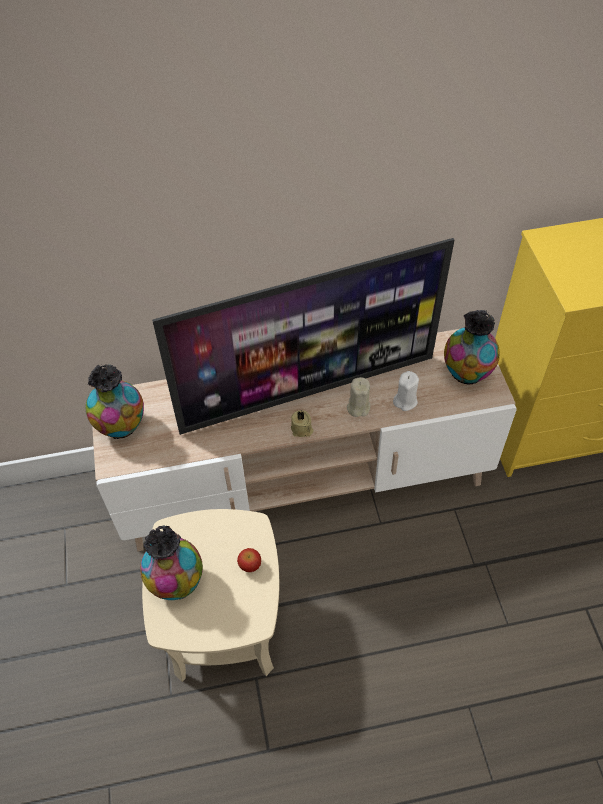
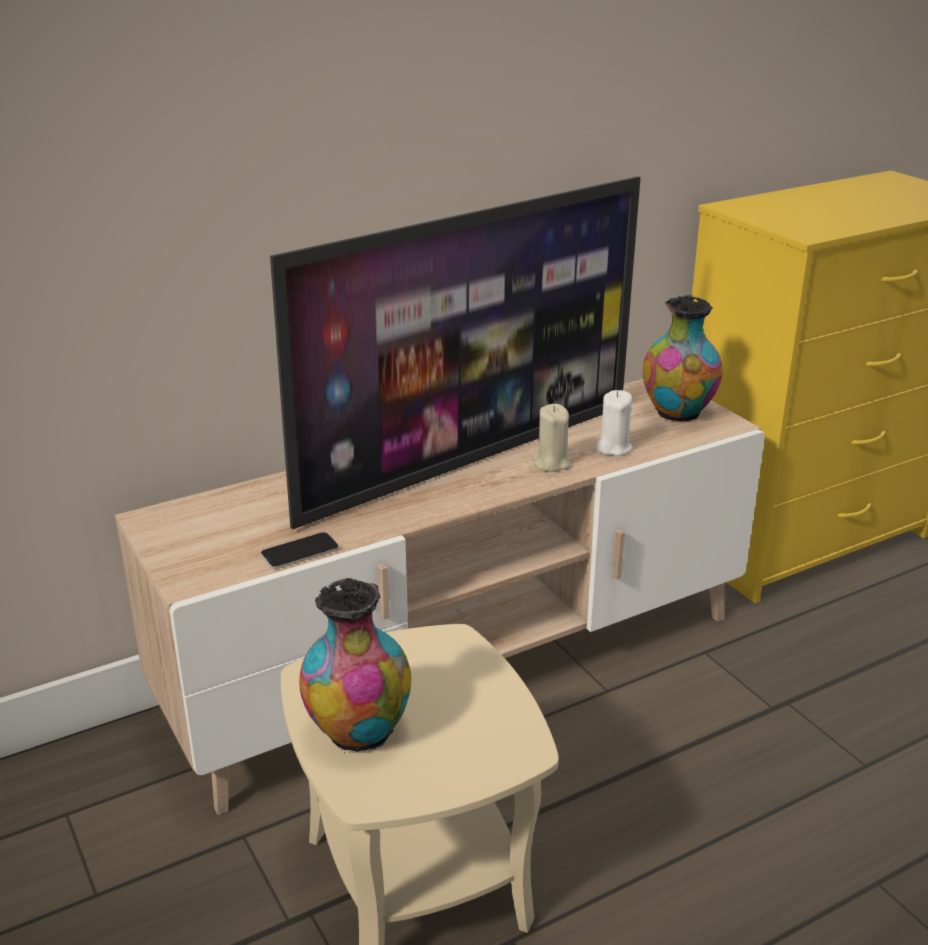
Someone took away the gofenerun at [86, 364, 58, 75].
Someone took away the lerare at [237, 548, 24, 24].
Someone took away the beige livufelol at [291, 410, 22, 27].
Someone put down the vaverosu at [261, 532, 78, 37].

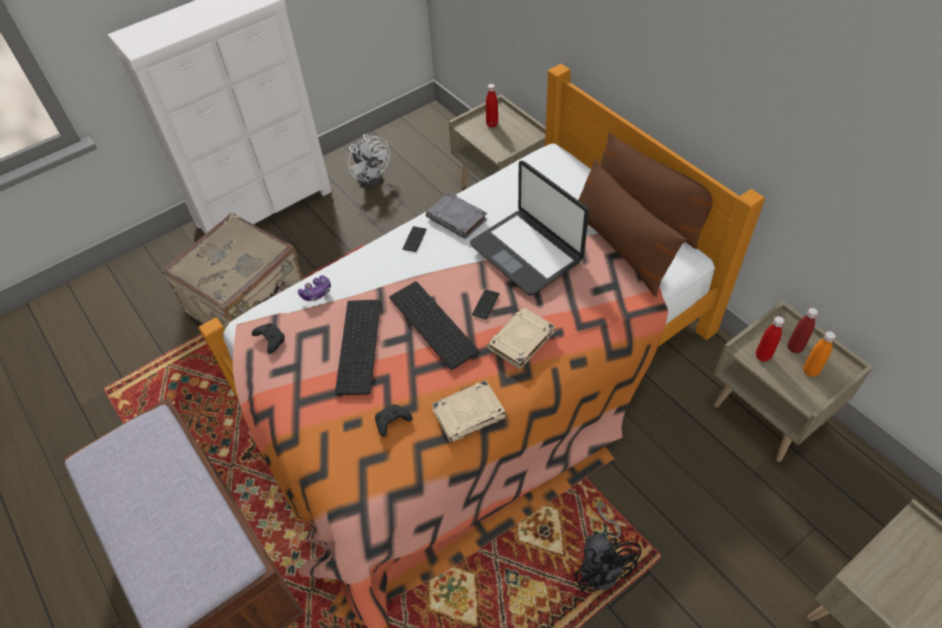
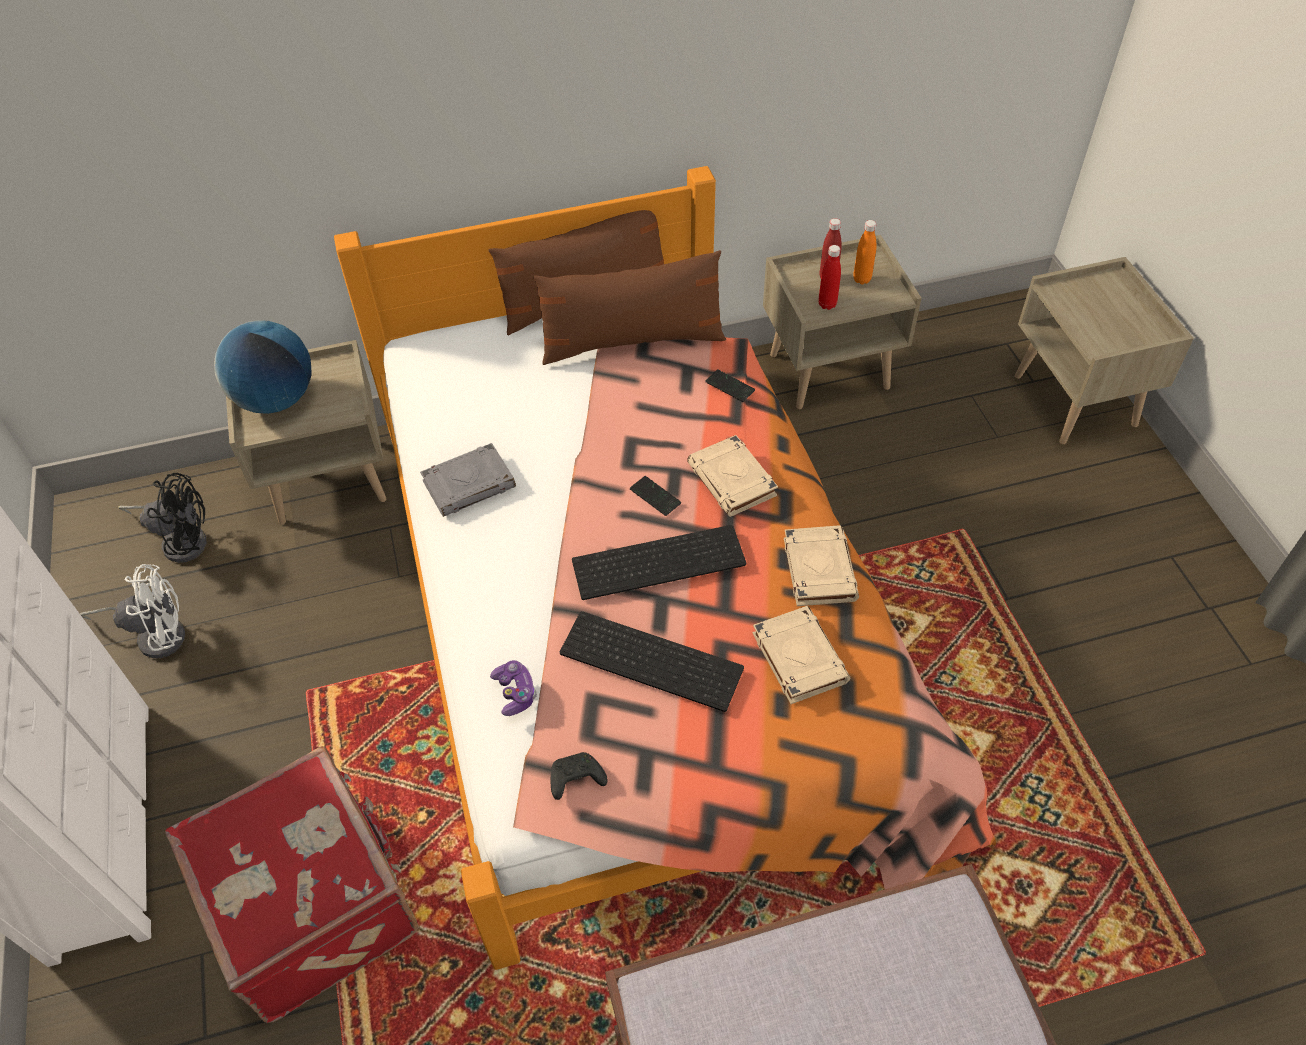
Someone took away the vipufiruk at [470, 161, 119, 135].
Someone carried the vaverosu from [403, 226, 24, 26] to [705, 369, 50, 33].
Someone carried the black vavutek from [574, 502, 67, 90] to [118, 473, 89, 90].
Someone swapped the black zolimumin at [375, 404, 38, 33] for the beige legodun at [753, 606, 97, 98].
Someone swapped the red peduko at [486, 84, 12, 43] for the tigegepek at [215, 320, 96, 94].
Someone repainted the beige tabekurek at [161, 212, 143, 117], which became the red tabekurek at [165, 746, 253, 277].

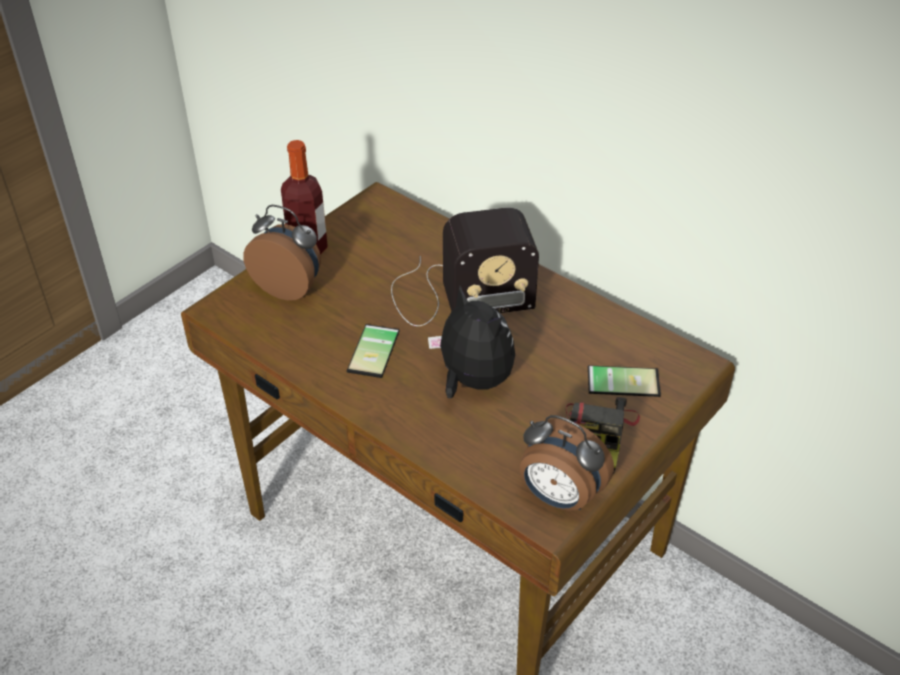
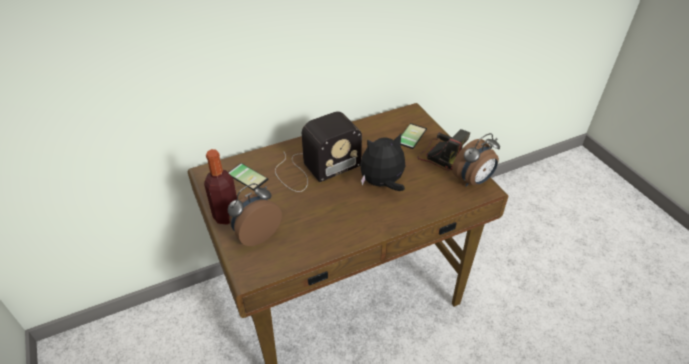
Someone carried the vaverosu from [347, 324, 53, 54] to [228, 163, 41, 28].
Someone rotated the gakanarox at [391, 208, 148, 118] by 45 degrees clockwise.

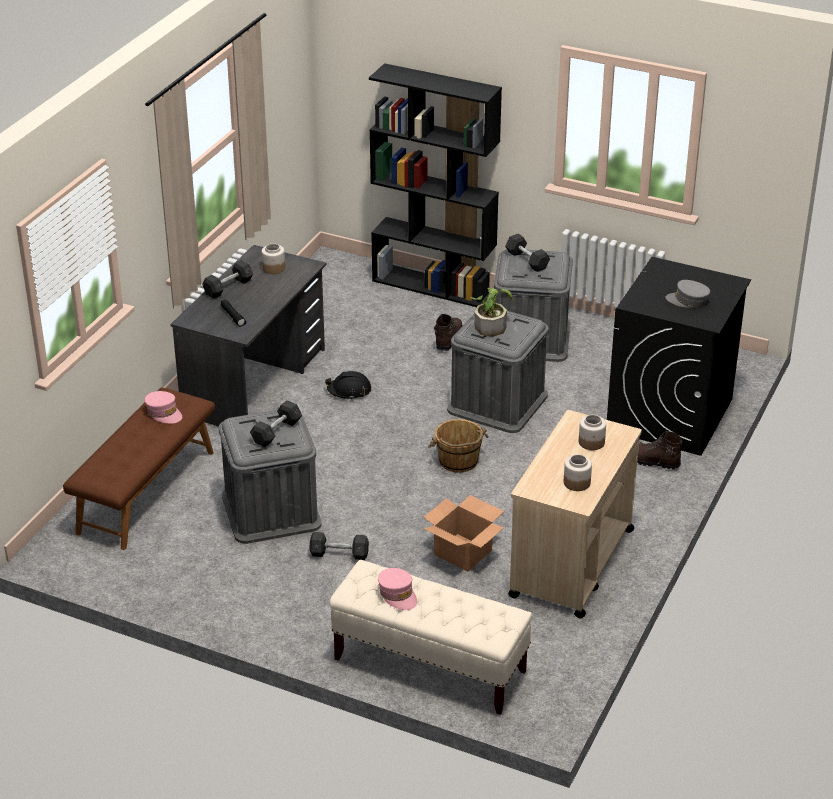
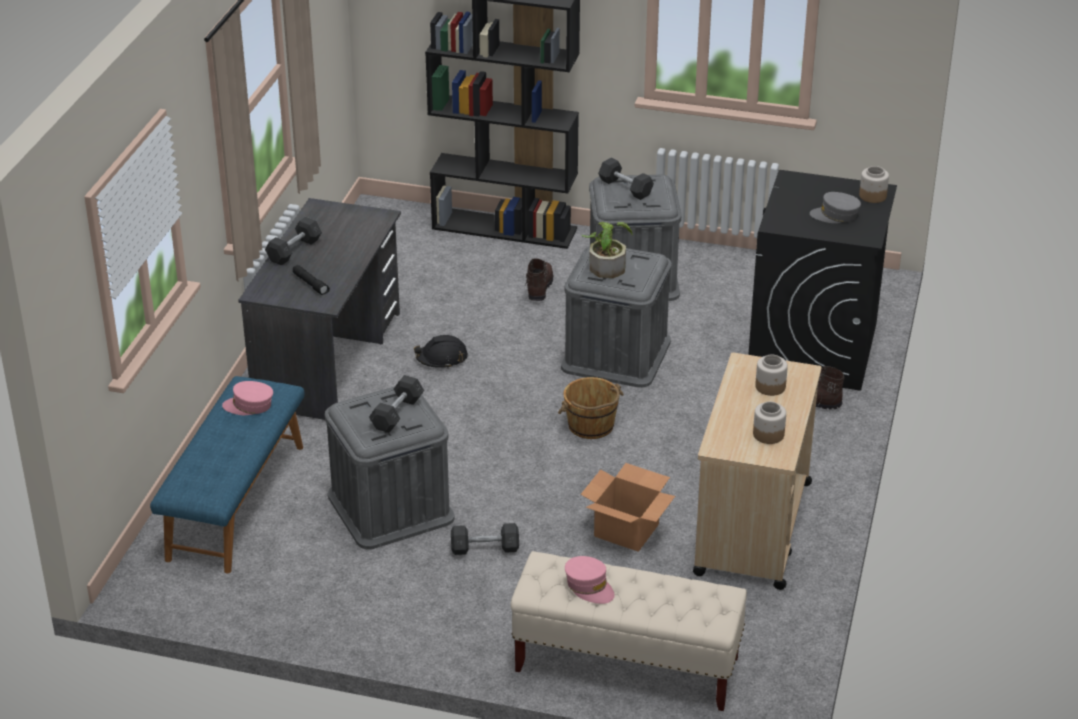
Someone carried the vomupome from [262, 243, 23, 31] to [859, 166, 30, 37].
Someone repainted the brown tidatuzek at [63, 388, 152, 162], which became the blue tidatuzek at [150, 376, 154, 197].
Someone rotated the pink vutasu at [145, 391, 37, 33] by 150 degrees clockwise.

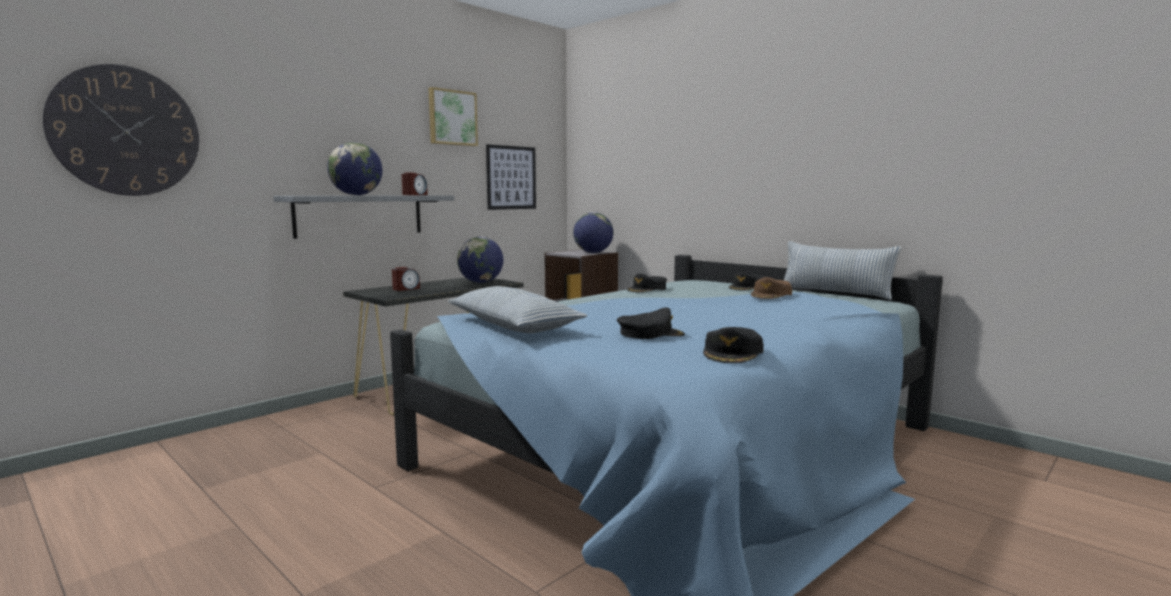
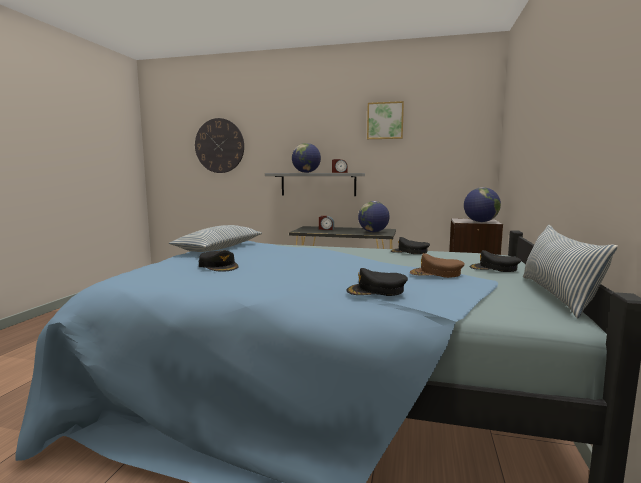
Someone took away the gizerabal at [486, 144, 50, 66].
Someone carried the black vutasu from [703, 327, 61, 36] to [346, 268, 62, 28].

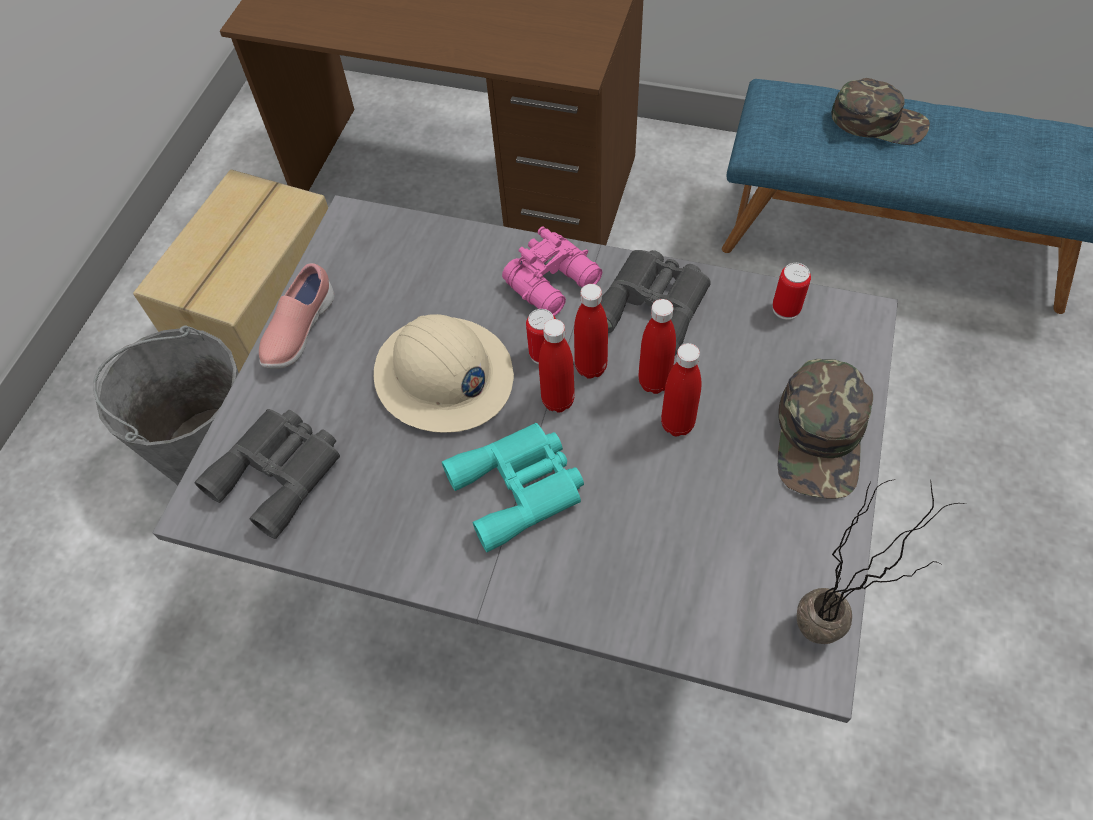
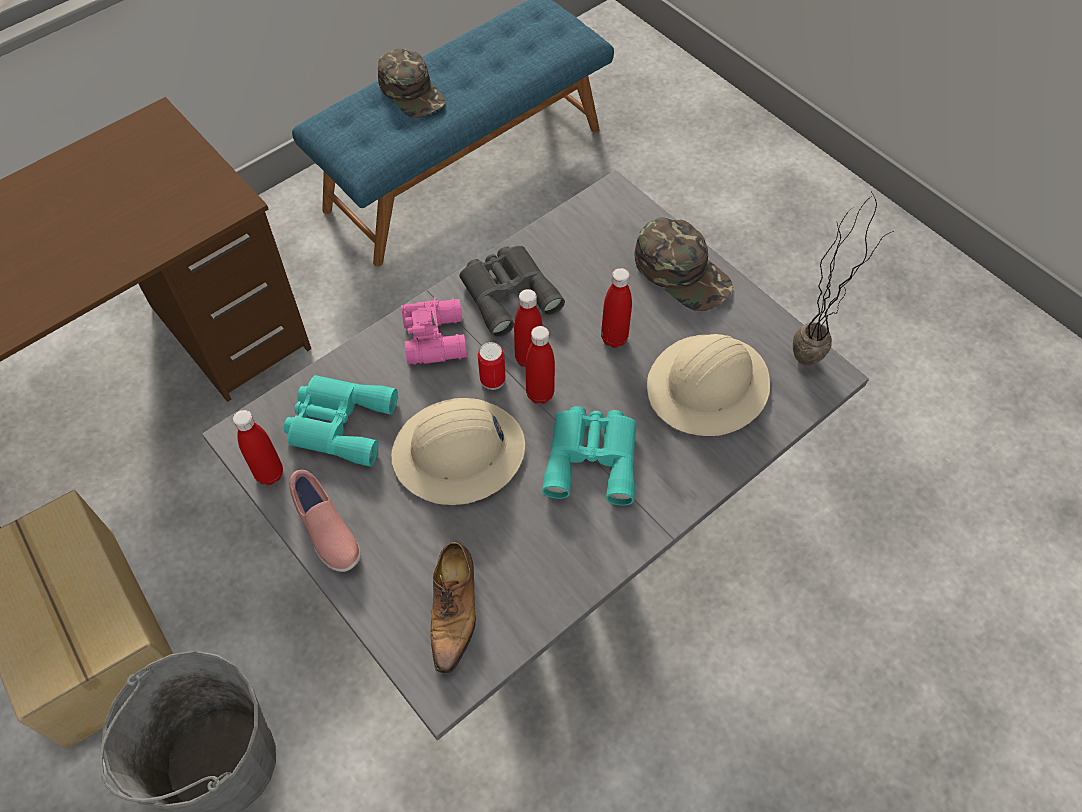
Someone took away the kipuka at [772, 263, 39, 57].
Someone put down the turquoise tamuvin at [284, 375, 114, 92].
Someone put down the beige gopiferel at [647, 334, 123, 102].
Someone carried the red peduko from [638, 299, 38, 95] to [233, 410, 50, 75].
Someone swapped the grey tamuvin at [194, 409, 146, 130] for the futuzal at [430, 541, 46, 133].
Someone rotated the green vutasu at [831, 78, 99, 67] by 90 degrees clockwise.

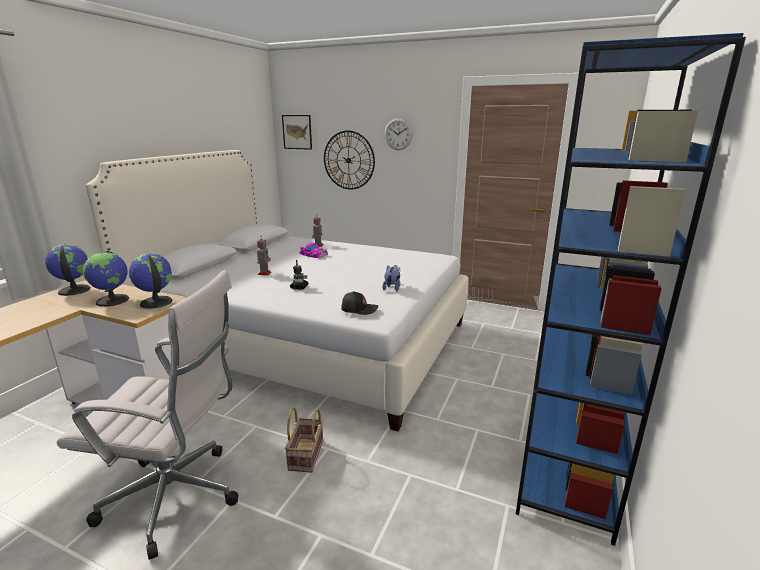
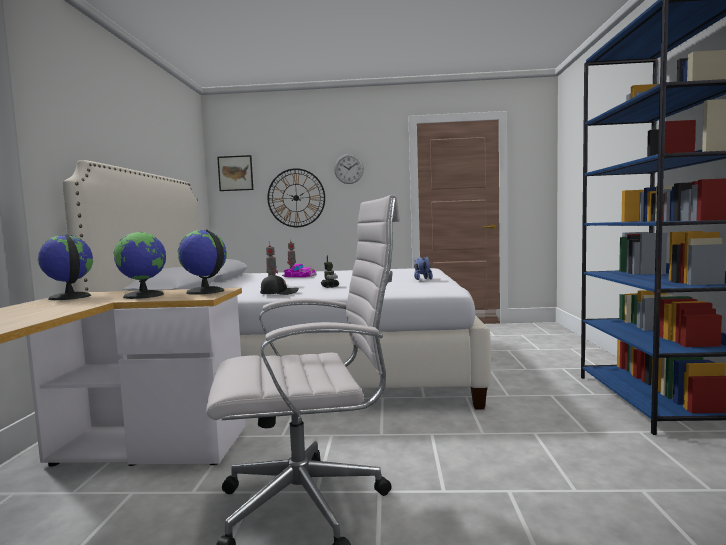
Someone took away the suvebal at [285, 407, 38, 66].
Someone carried the black vutasu from [341, 291, 37, 24] to [260, 274, 39, 21].

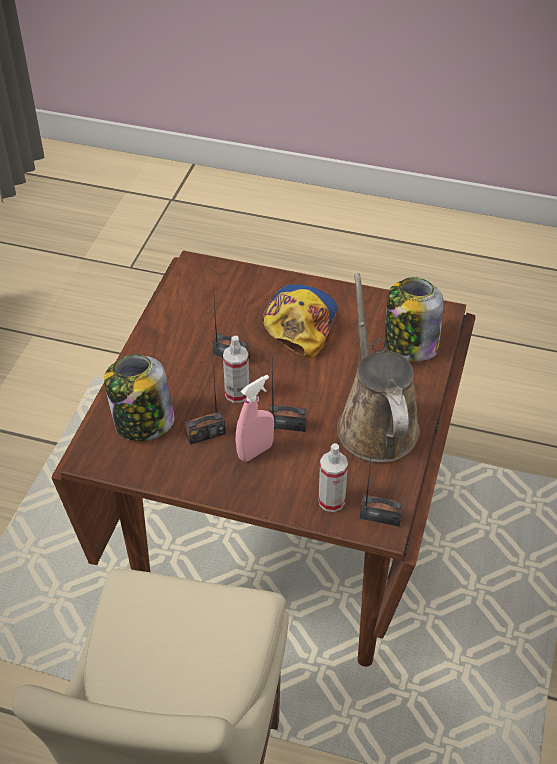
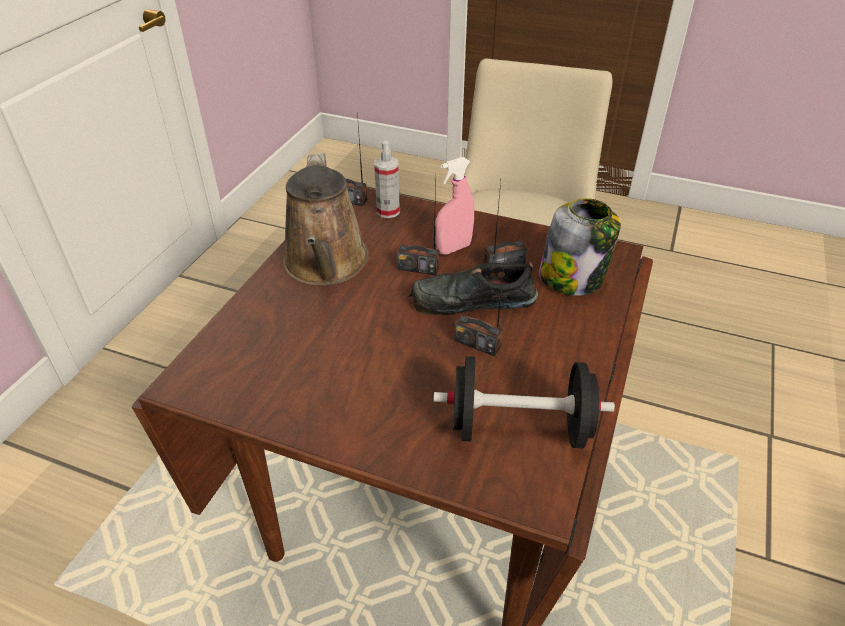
Someone took away the vutasu at [262, 284, 75, 74].
Someone took away the vomupome at [385, 277, 59, 84].
Someone put down the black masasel at [434, 356, 181, 92].
Someone swapped the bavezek at [223, 336, 26, 67] for the black futuzal at [409, 262, 129, 53].

